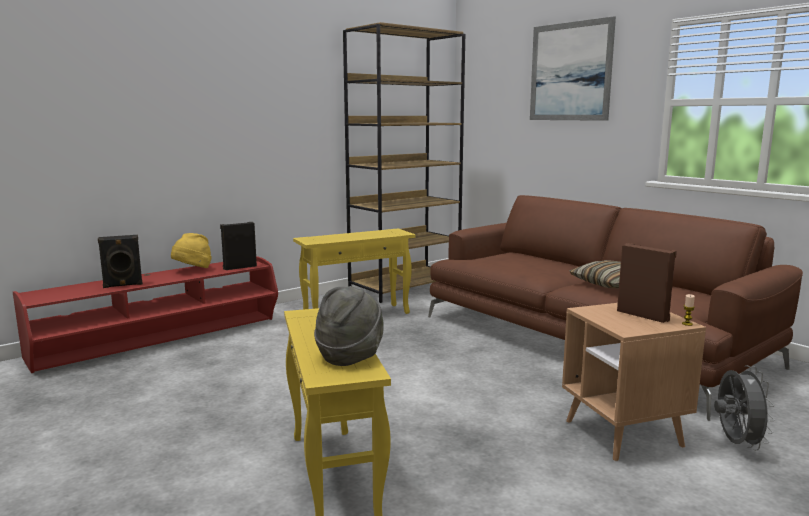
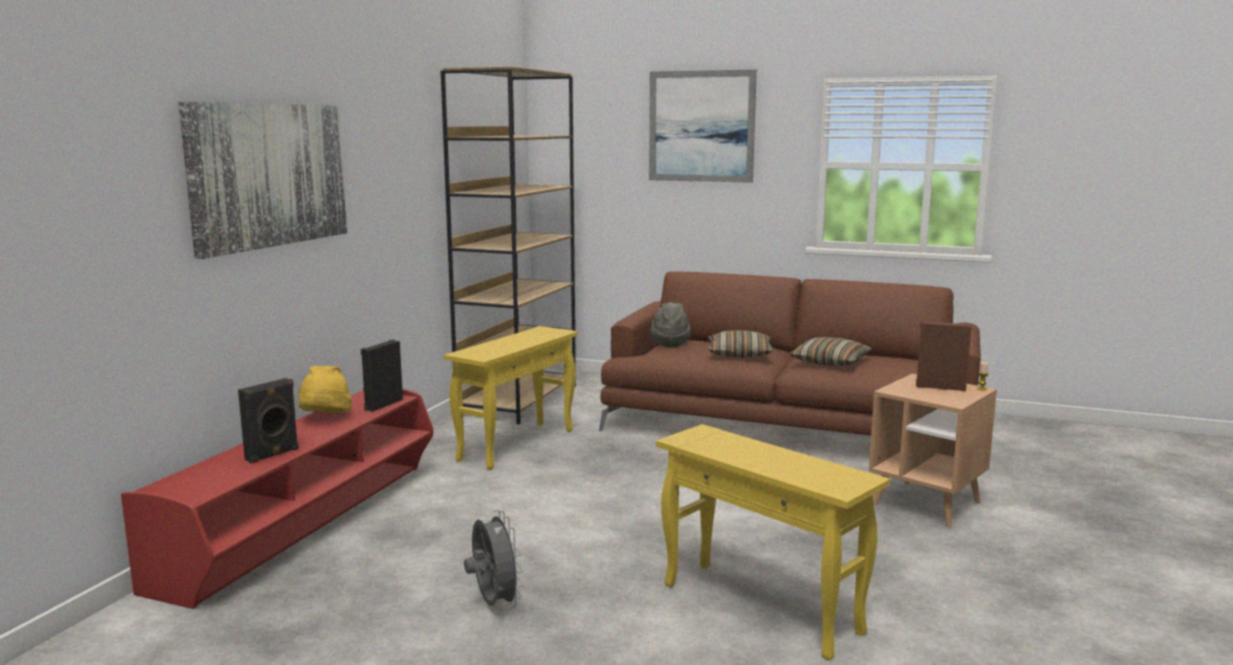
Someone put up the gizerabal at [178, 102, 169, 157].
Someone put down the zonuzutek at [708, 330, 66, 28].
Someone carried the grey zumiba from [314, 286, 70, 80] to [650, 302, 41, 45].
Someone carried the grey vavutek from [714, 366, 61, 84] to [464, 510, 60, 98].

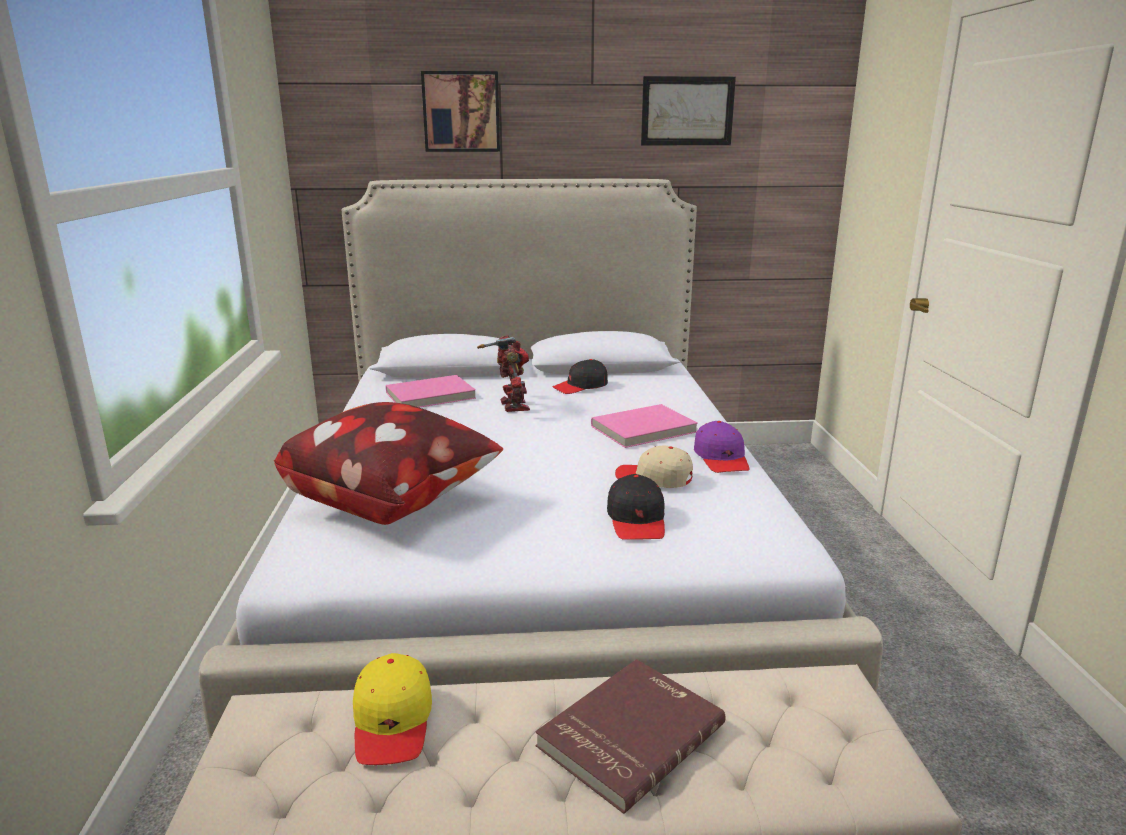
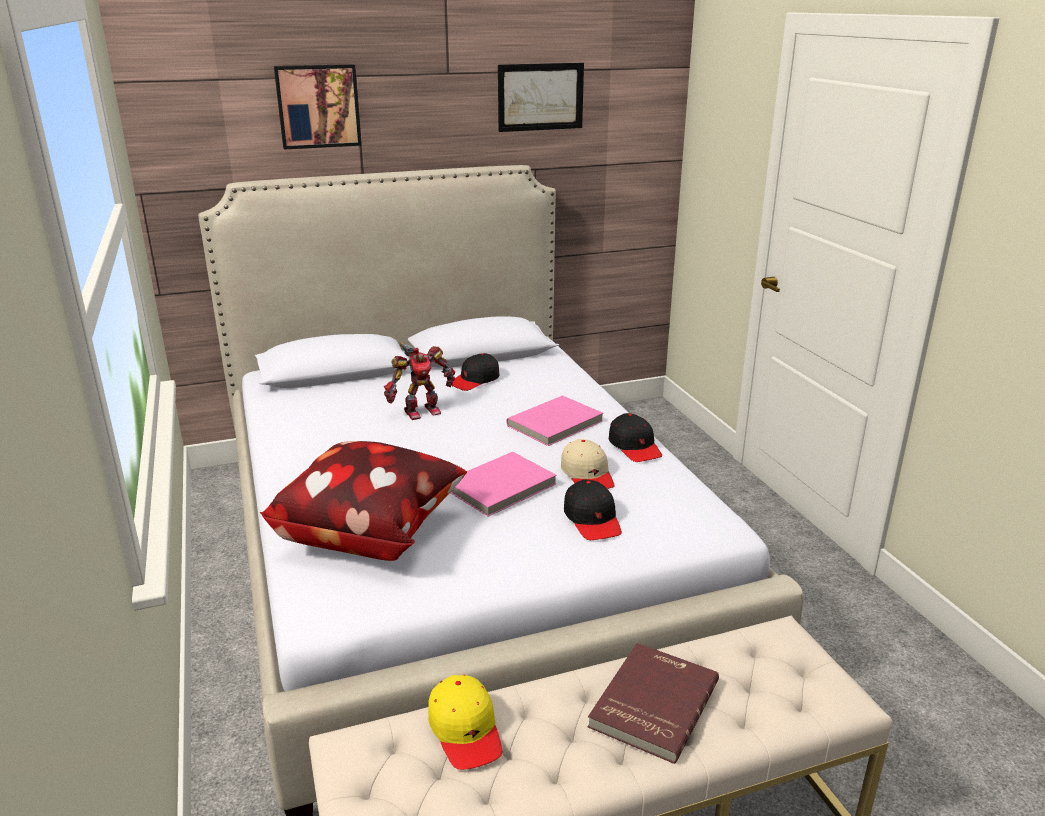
Someone carried the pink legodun from [386, 375, 90, 33] to [450, 452, 106, 65].
Someone repainted the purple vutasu at [694, 421, 55, 52], which became the black vutasu at [609, 413, 53, 49].
Someone rotated the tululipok at [477, 335, 53, 77] by 90 degrees clockwise.
Someone rotated the beige vutasu at [615, 445, 78, 43] by 120 degrees counterclockwise.

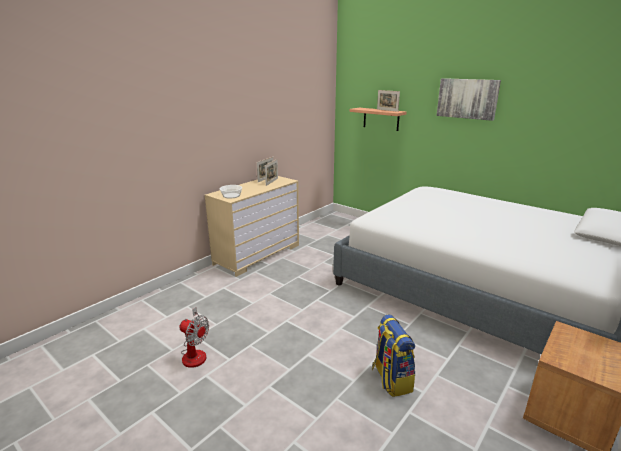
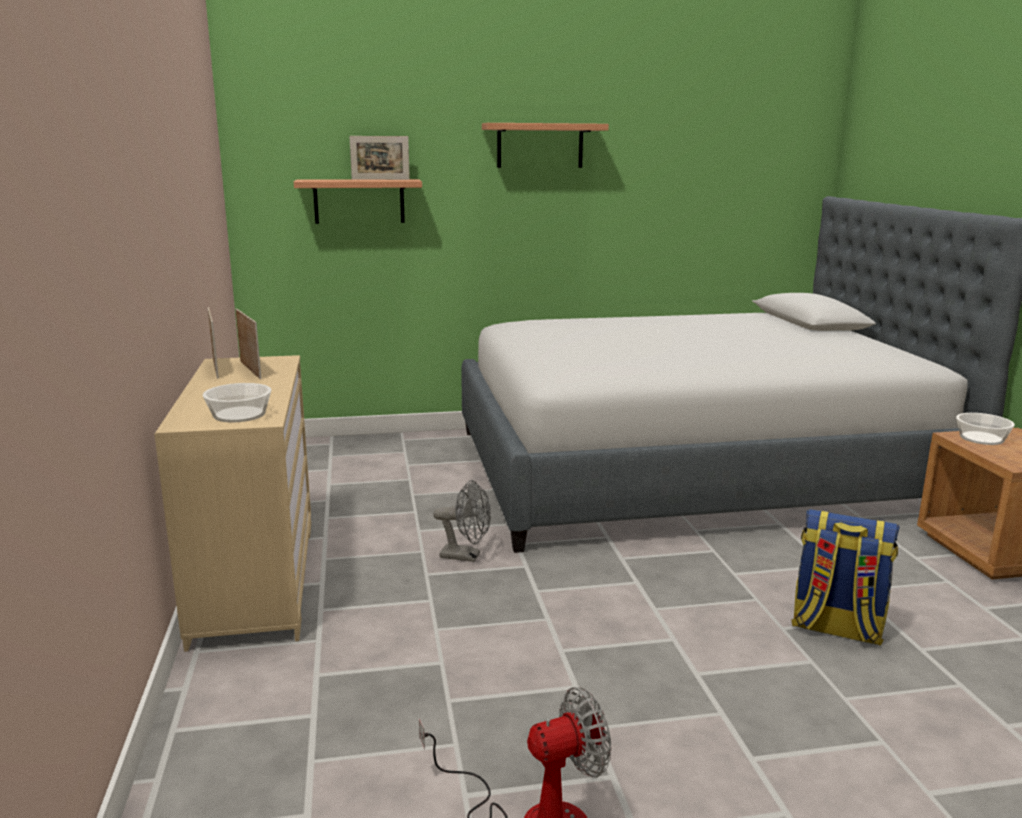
Someone put down the grey vavutek at [433, 480, 58, 82].
Someone put down the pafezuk at [956, 413, 59, 32].
Someone swapped the gizerabal at [437, 78, 64, 43] for the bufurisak at [482, 123, 127, 45].

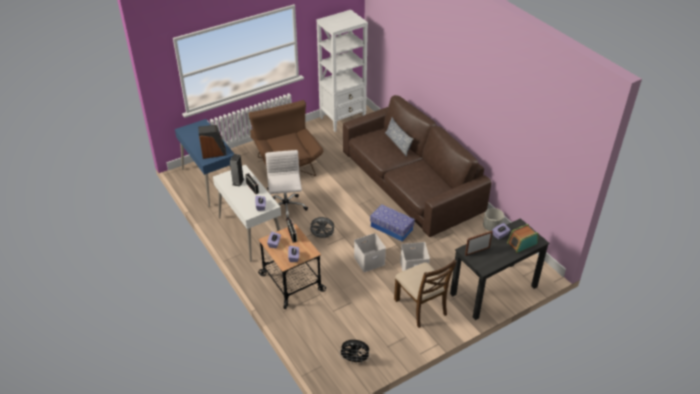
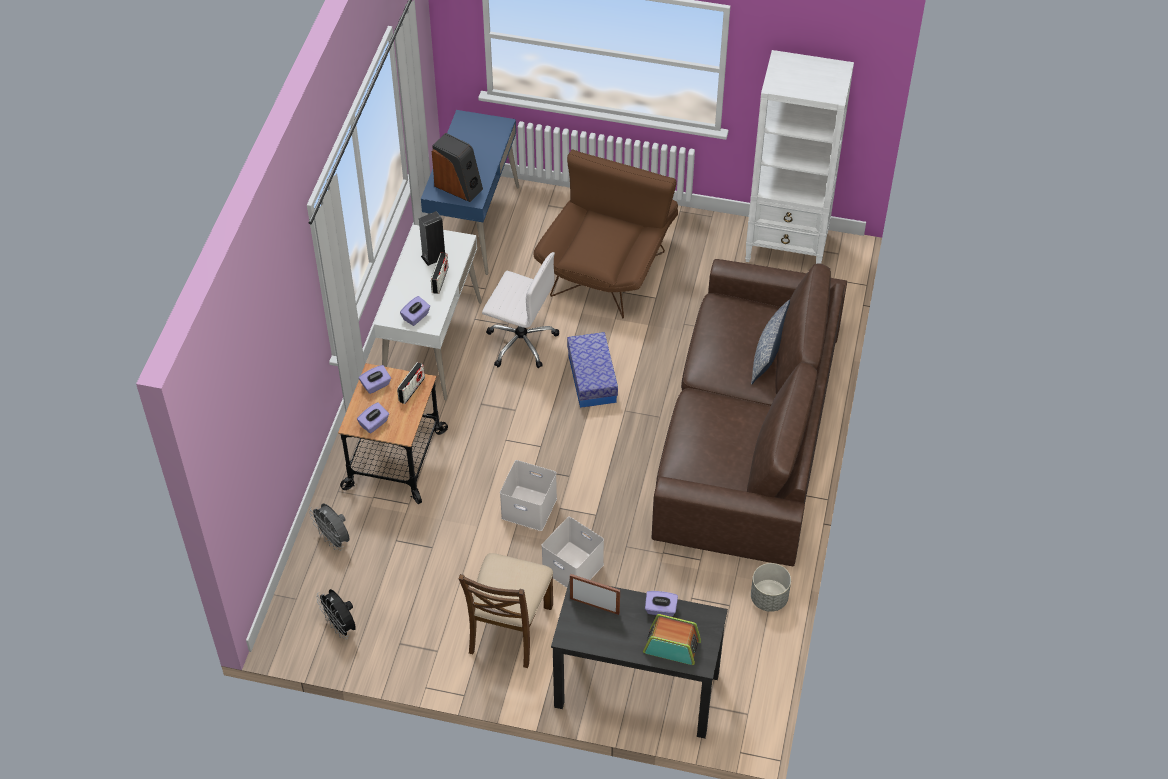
Someone carried the grey vavutek from [309, 217, 27, 23] to [309, 503, 41, 48].
Someone carried the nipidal from [370, 204, 45, 37] to [567, 332, 51, 76].
Someone rotated the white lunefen at [265, 150, 43, 71] by 75 degrees clockwise.

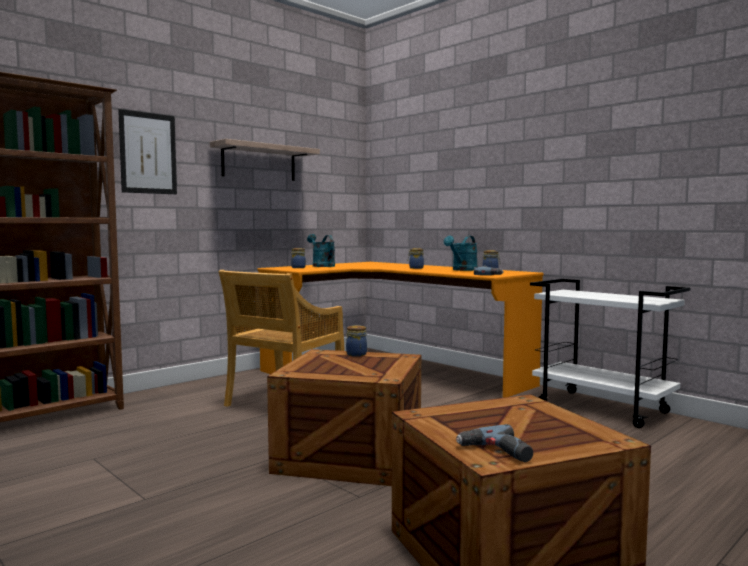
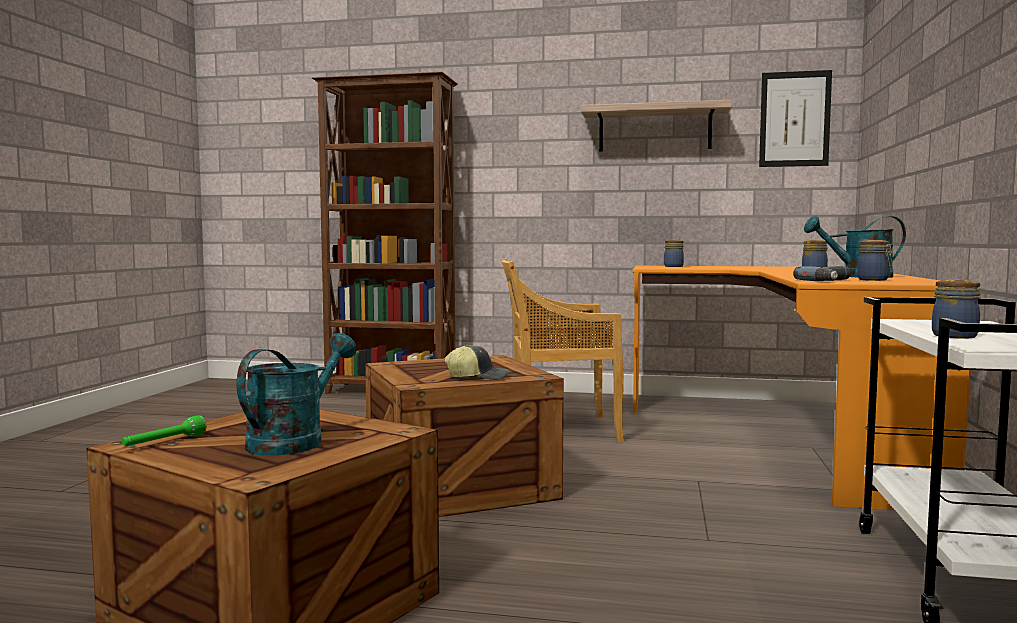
Someone put down the vutasu at [445, 345, 64, 35].
Someone carried the gizerabal from [118, 109, 59, 85] to [759, 70, 73, 97].
Someone carried the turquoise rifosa from [307, 234, 28, 33] to [237, 333, 120, 123].
Someone carried the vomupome from [346, 325, 21, 32] to [932, 279, 48, 60].
Someone swapped the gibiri at [456, 424, 77, 38] for the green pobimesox at [122, 415, 84, 31].

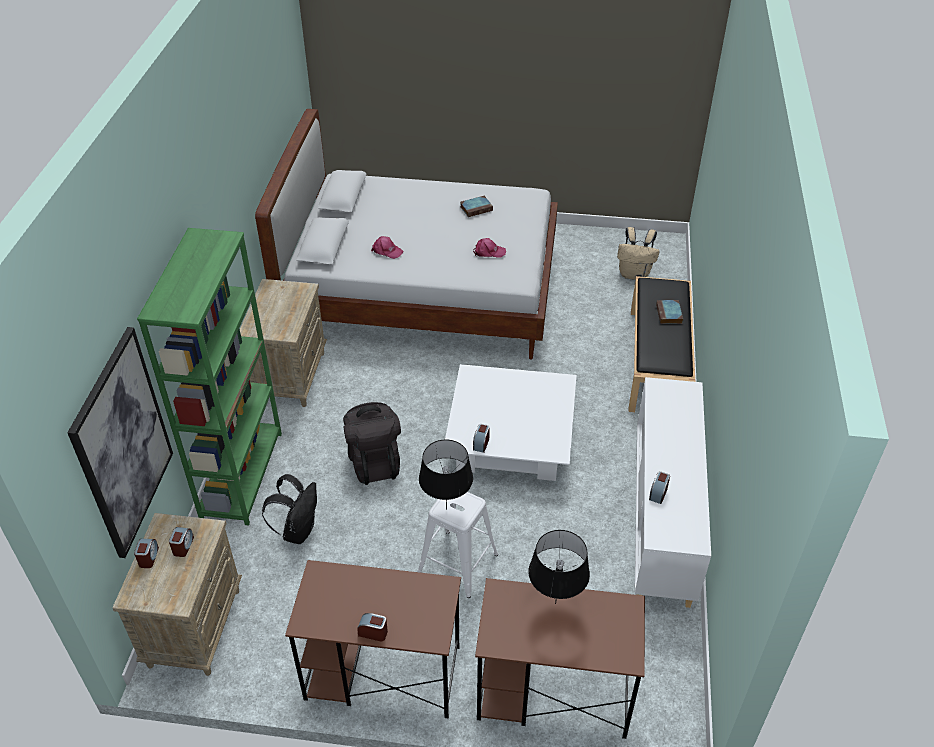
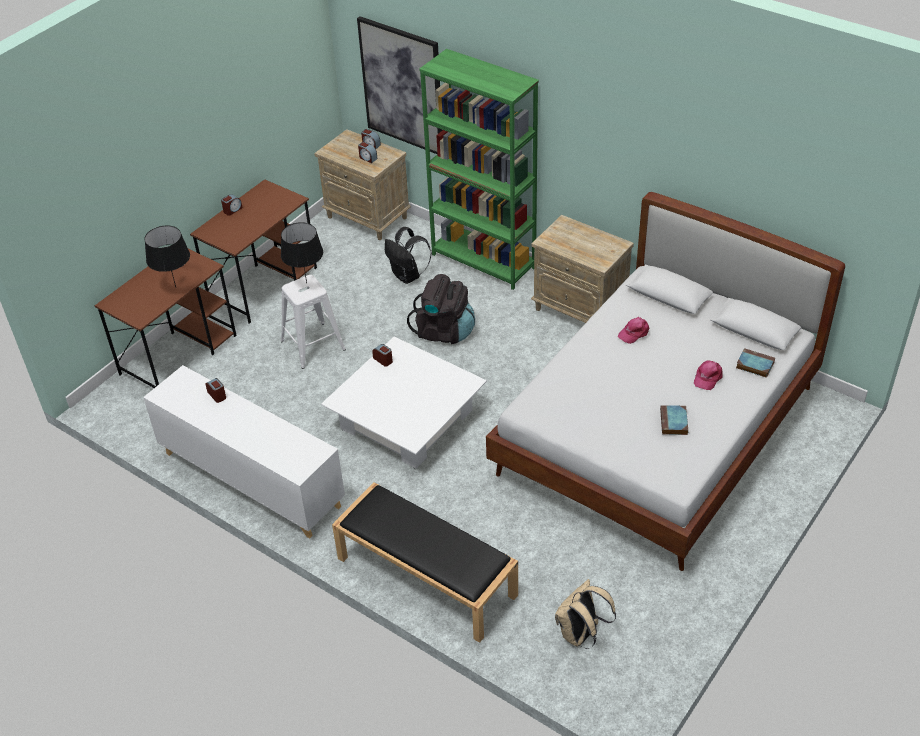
Someone carried the pink vutasu from [473, 238, 33, 20] to [694, 360, 29, 30].
Someone carried the legodun from [656, 300, 27, 24] to [736, 348, 39, 30].

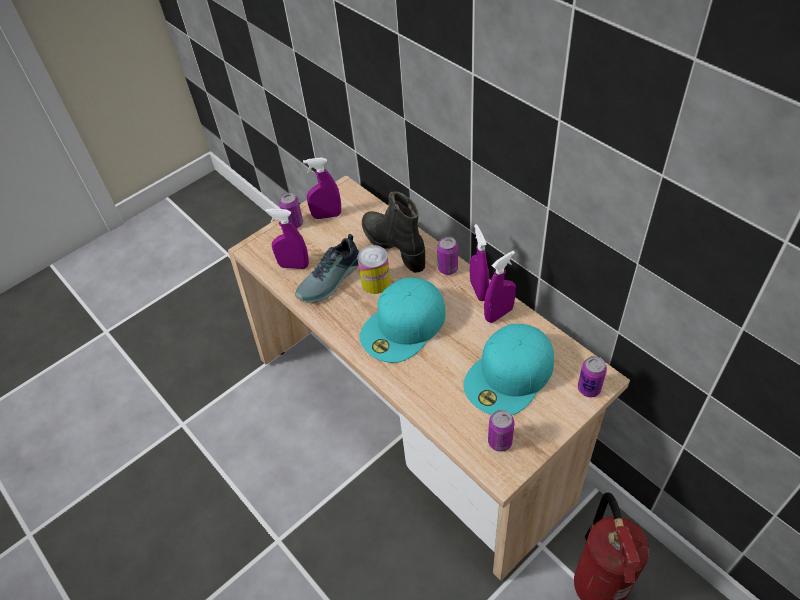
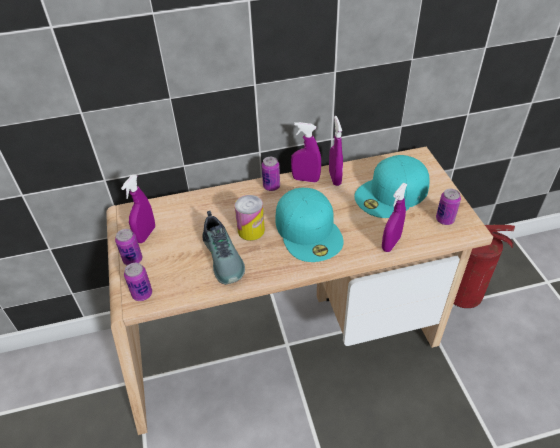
Someone took away the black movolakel at [362, 191, 63, 82].
Someone carried the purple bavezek from [266, 208, 43, 61] to [382, 183, 26, 69].
Someone carried the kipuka from [578, 356, 29, 41] to [124, 263, 28, 38].
Someone rotated the turquoise vutasu at [463, 324, 91, 91] by 75 degrees clockwise.

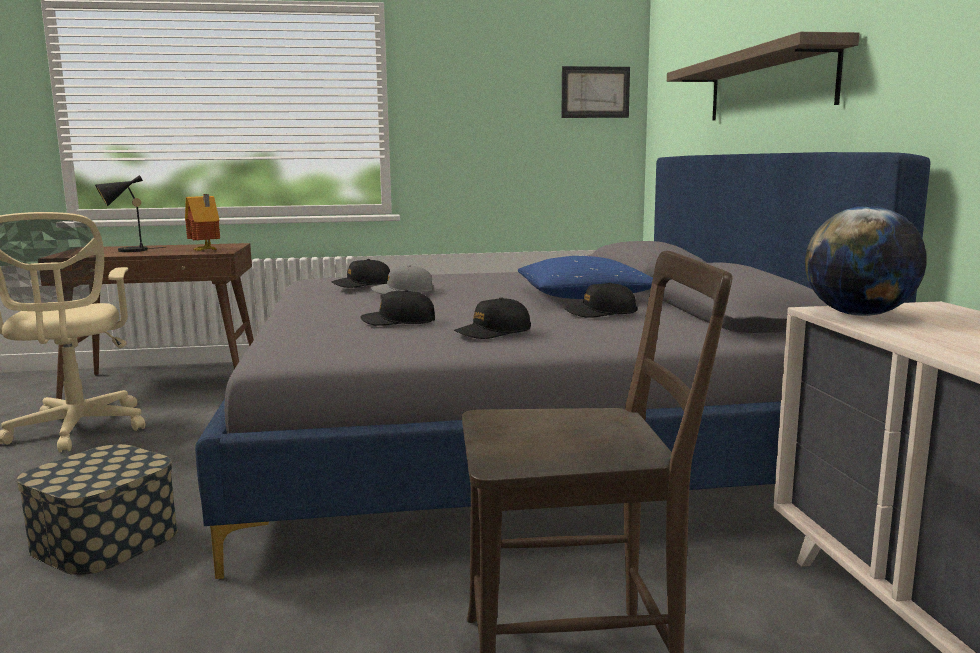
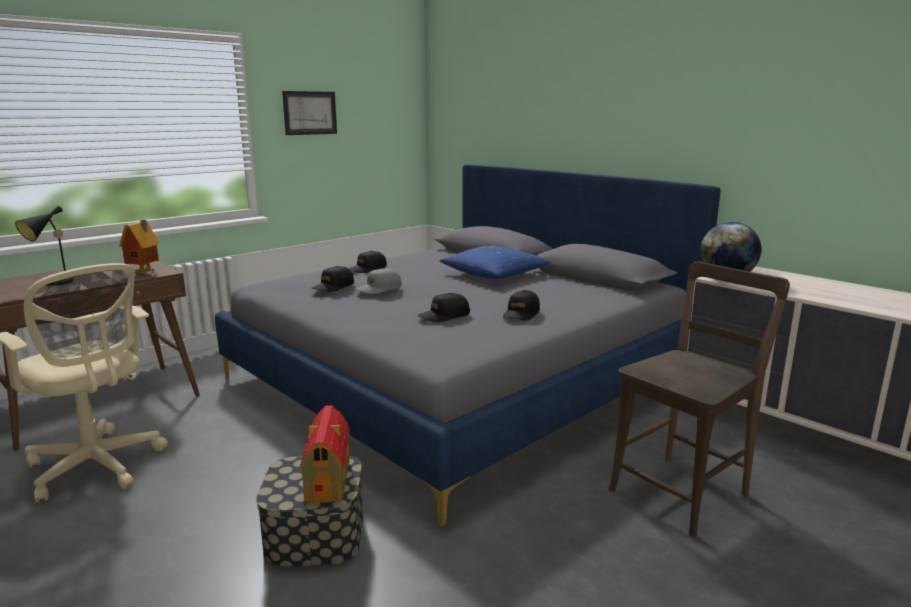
Someone took away the bufurisak at [667, 32, 192, 89].
Someone put down the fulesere at [299, 405, 51, 98].
Someone carried the gizerabal from [561, 66, 69, 52] to [282, 91, 55, 44].
Someone carried the black vutasu from [565, 282, 73, 36] to [349, 251, 38, 22].

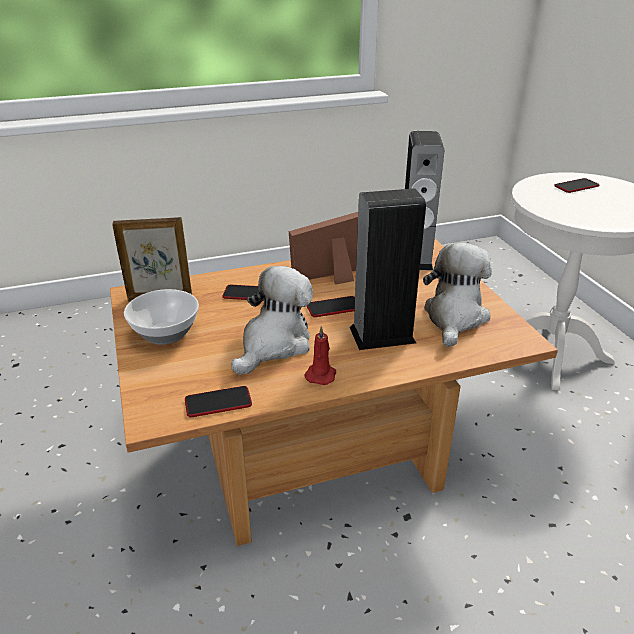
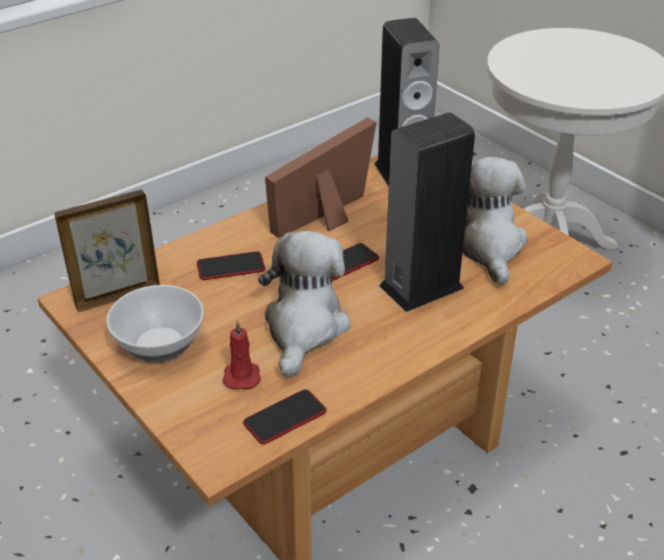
Someone took away the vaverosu at [554, 178, 45, 15].
Someone carried the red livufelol from [304, 326, 32, 59] to [223, 320, 38, 70].

